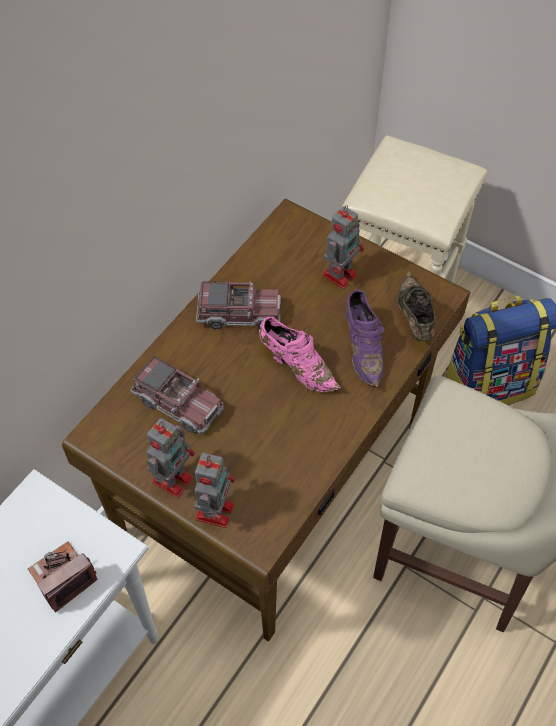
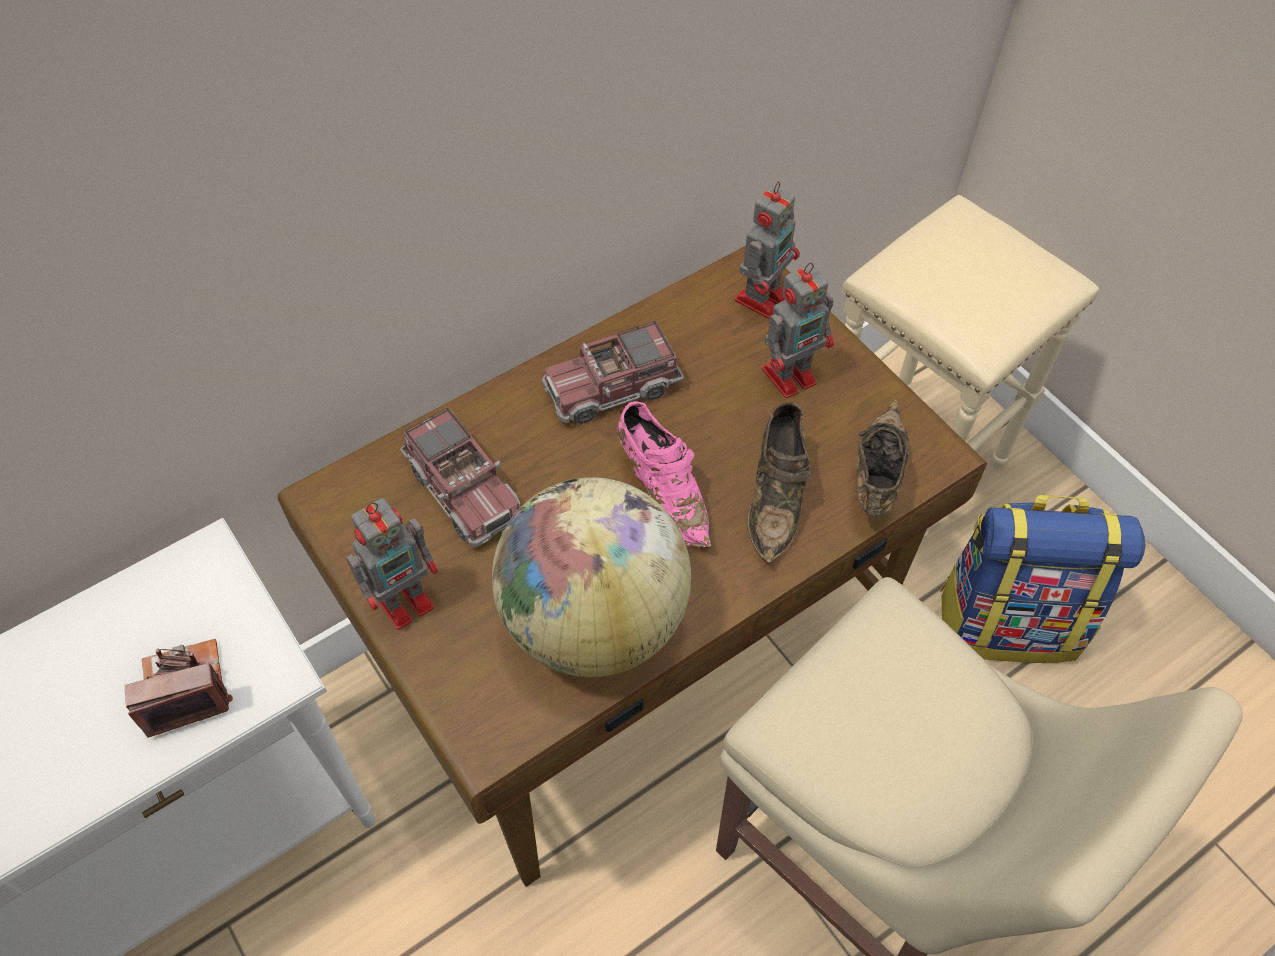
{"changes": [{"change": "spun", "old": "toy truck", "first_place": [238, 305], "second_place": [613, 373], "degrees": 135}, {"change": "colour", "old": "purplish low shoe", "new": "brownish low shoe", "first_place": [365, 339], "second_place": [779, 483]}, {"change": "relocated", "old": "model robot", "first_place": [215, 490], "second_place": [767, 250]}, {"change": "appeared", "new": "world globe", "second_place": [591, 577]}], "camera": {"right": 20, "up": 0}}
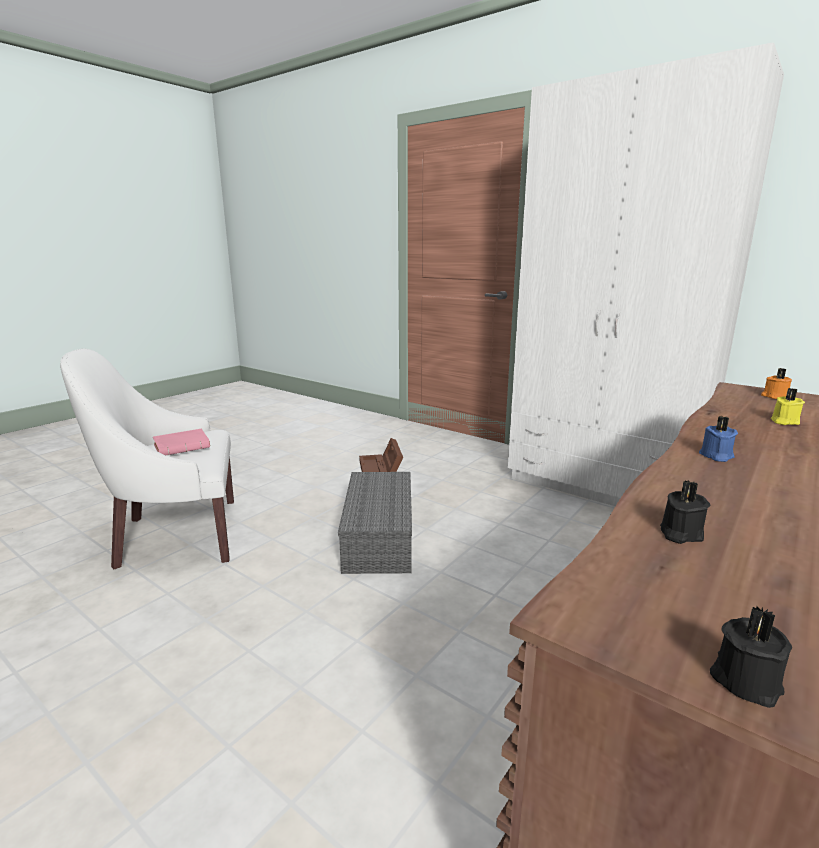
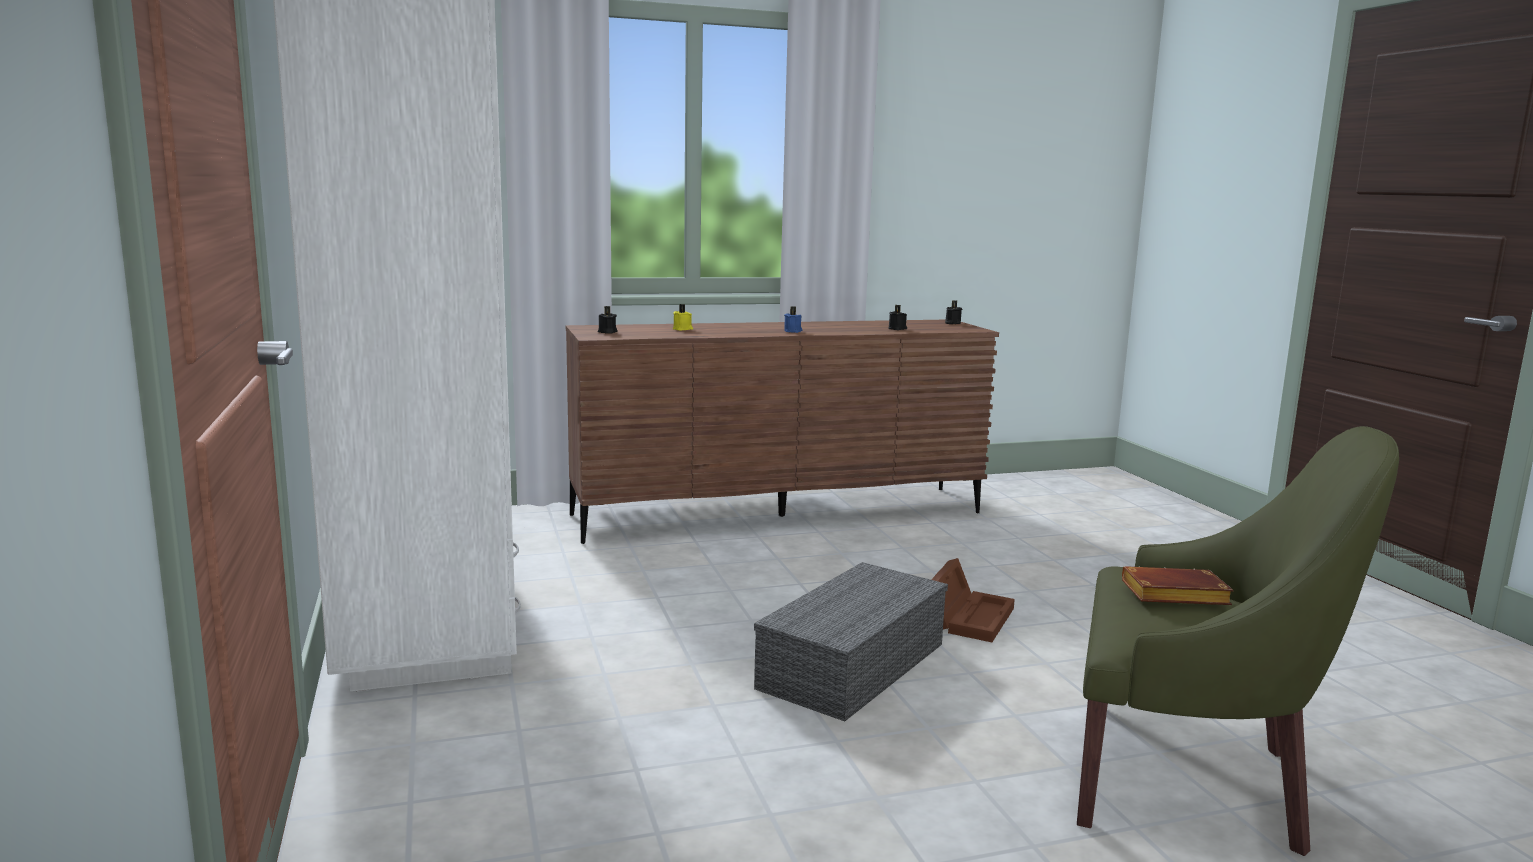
{"changes": [{"change": "colour", "old": "whitish easy chair", "new": "greenish easy chair", "first_place": [147, 458], "second_place": [1238, 641]}, {"change": "colour", "old": "orange wax light", "new": "black wax light", "first_place": [776, 383], "second_place": [608, 320]}, {"change": "colour", "old": "pink-coloured book", "new": "brownish book", "first_place": [181, 442], "second_place": [1178, 585]}, {"change": "relocated", "old": "brownish storage box", "first_place": [381, 455], "second_place": [973, 600]}], "camera": {"right": -145, "up": -5}}
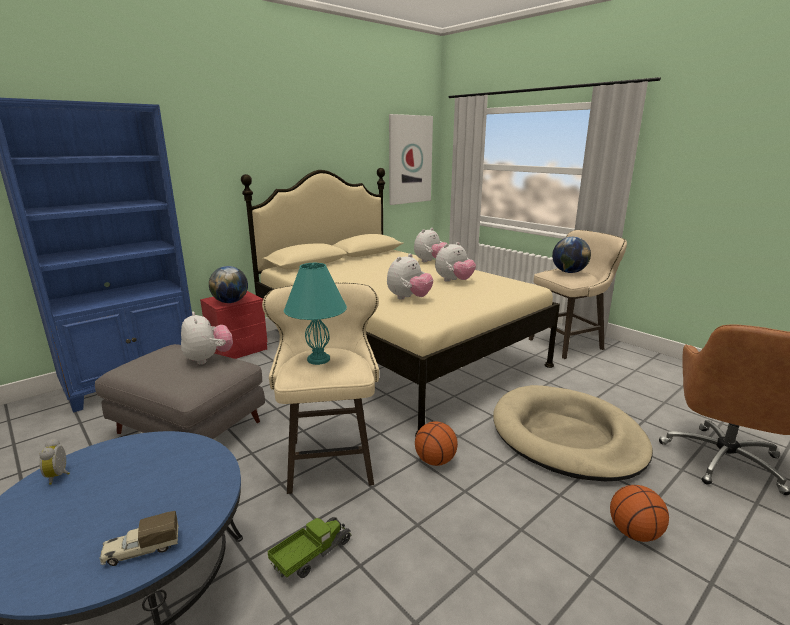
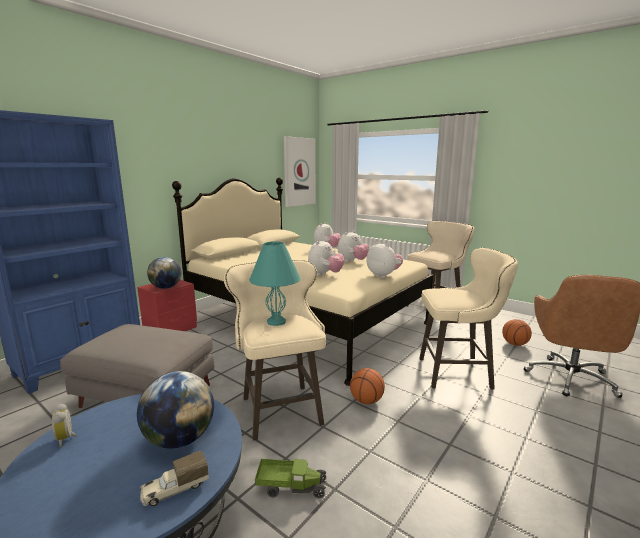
{"changes": [{"change": "relocated", "old": "world globe", "first_place": [571, 255], "second_place": [175, 410]}, {"change": "relocated", "old": "soft toy", "first_place": [207, 337], "second_place": [385, 259]}, {"change": "exchanged", "old": "sand-coloured pet bed", "new": "sand-coloured stool", "first_place": [573, 433], "second_place": [468, 319]}, {"change": "relocated", "old": "basketball ball", "first_place": [639, 513], "second_place": [517, 332]}, {"change": "spun", "old": "toy truck", "first_place": [309, 547], "second_place": [291, 478], "degrees": 60}], "camera": {"right": -10, "up": -5}}
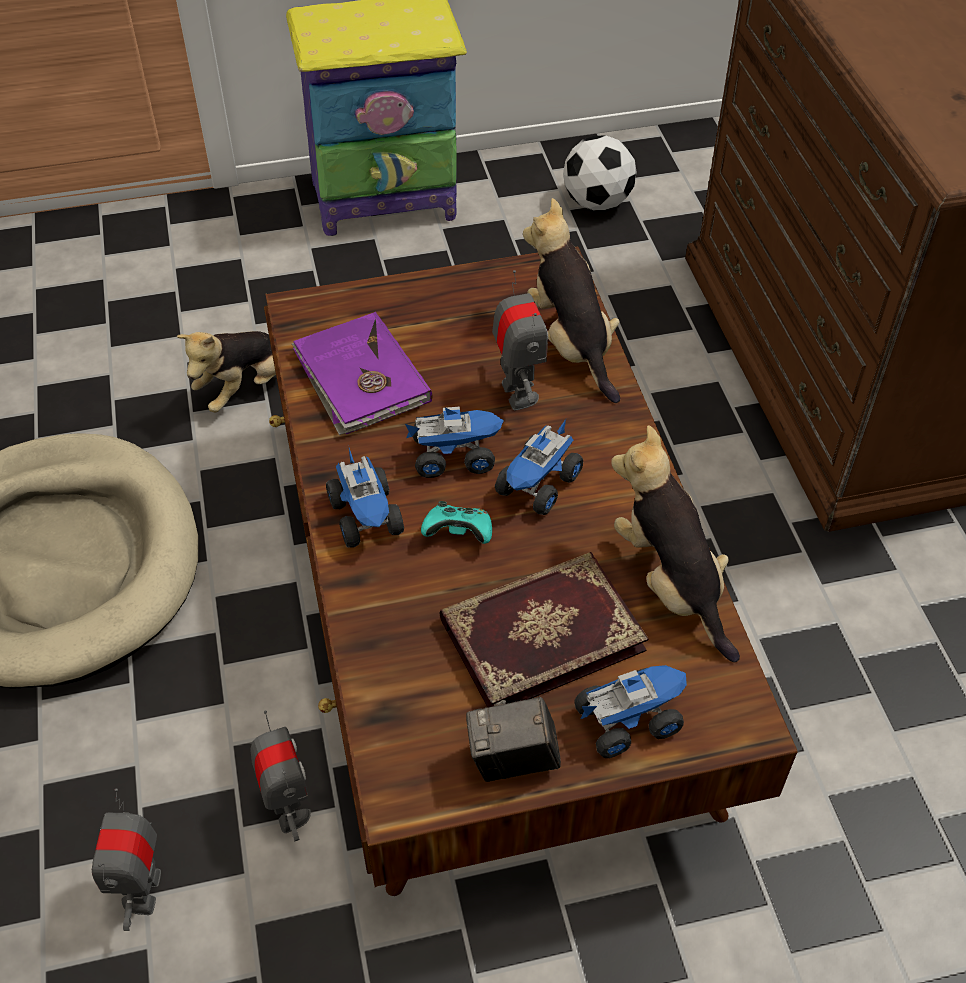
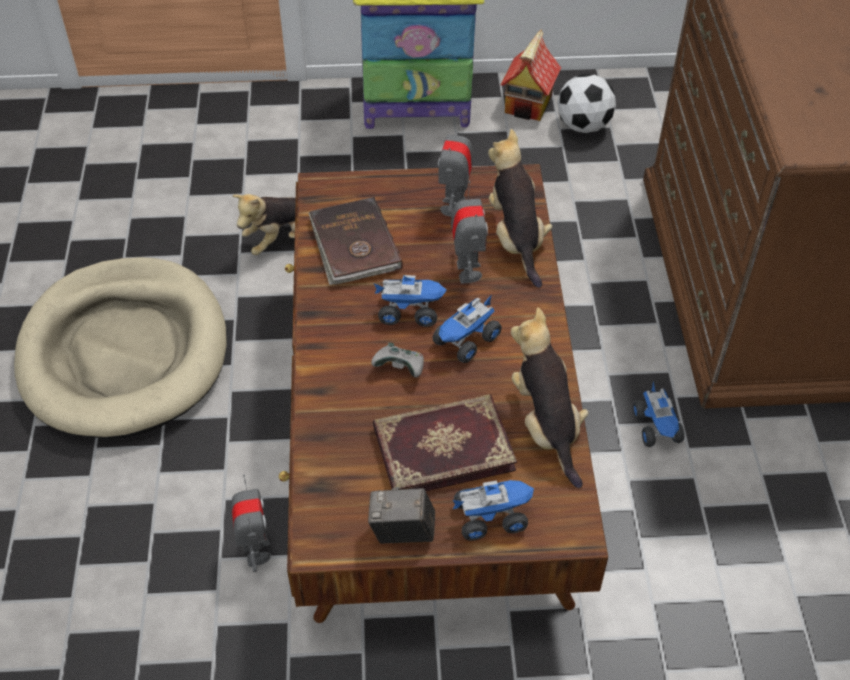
{"changes": [{"change": "colour", "old": "purplish book", "new": "brownish book", "first_place": [362, 373], "second_place": [355, 241]}, {"change": "relocated", "old": "toy truck", "first_place": [365, 498], "second_place": [659, 414]}, {"change": "colour", "old": "blue-green game controller", "new": "greyish game controller", "first_place": [456, 522], "second_place": [397, 360]}, {"change": "relocated", "old": "model robot", "first_place": [126, 859], "second_place": [455, 166]}, {"change": "appeared", "new": "model house", "second_place": [531, 75]}], "camera": {"right": 10, "up": 0}}
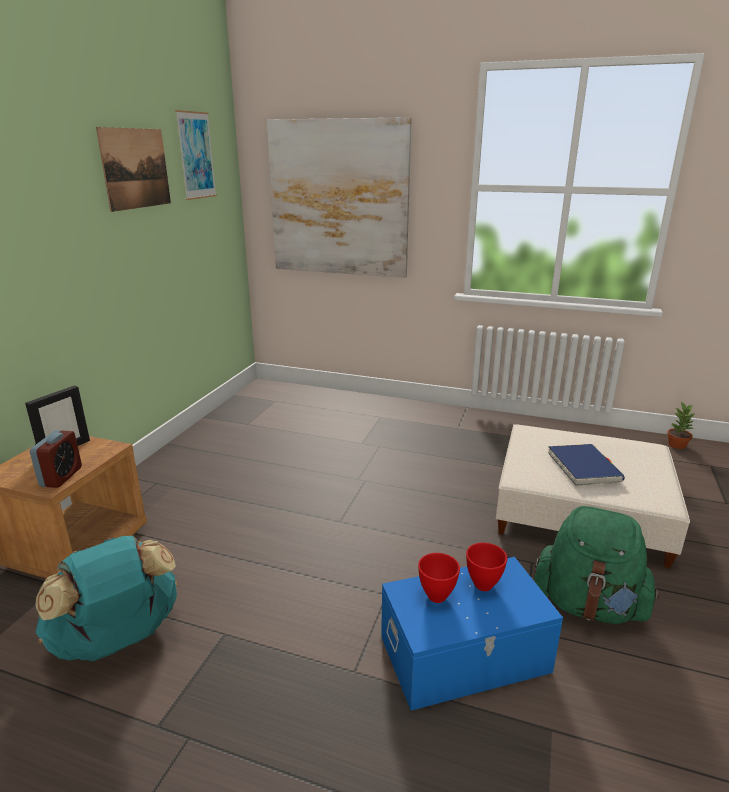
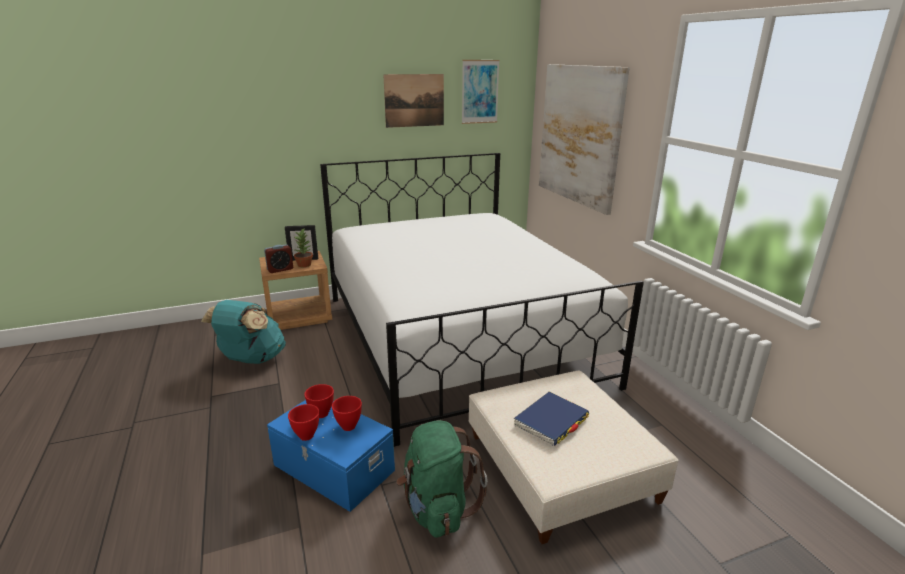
{"changes": [{"change": "relocated", "old": "plant in a pot", "first_place": [681, 425], "second_place": [303, 247]}, {"change": "appeared", "new": "whitish bedroom bed", "second_place": [482, 300]}, {"change": "appeared", "new": "reddish serving bowl", "second_place": [303, 422]}], "camera": {"right": 50, "up": 0}}
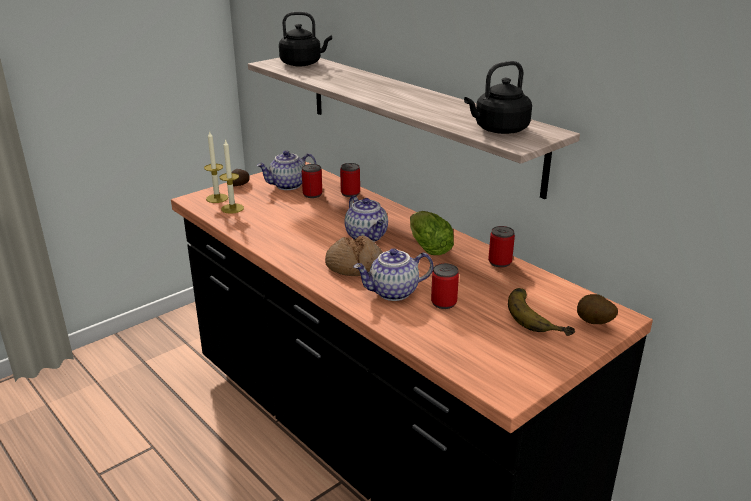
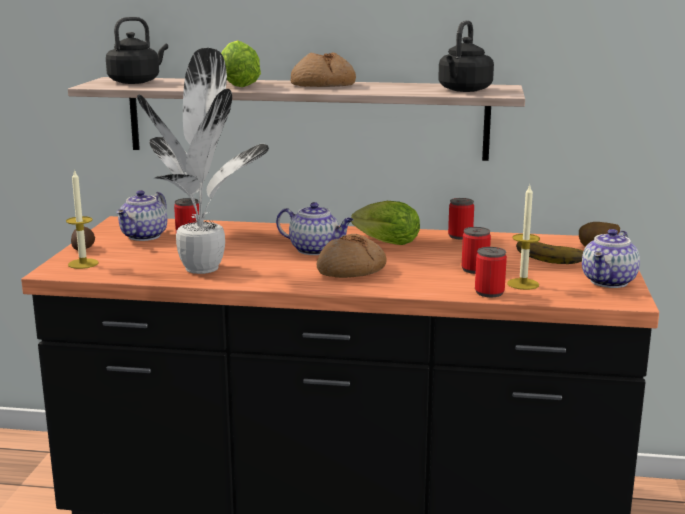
{"changes": [{"change": "relocated", "old": "wax light", "first_place": [231, 176], "second_place": [523, 237]}, {"change": "relocated", "old": "metal can", "first_place": [350, 180], "second_place": [491, 272]}, {"change": "relocated", "old": "tea pot", "first_place": [393, 274], "second_place": [611, 258]}, {"change": "appeared", "new": "head of lettuce", "second_place": [241, 63]}, {"change": "appeared", "new": "plant in a pot", "second_place": [203, 161]}, {"change": "appeared", "new": "bread", "second_place": [323, 69]}], "camera": {"right": -40, "up": -10}}
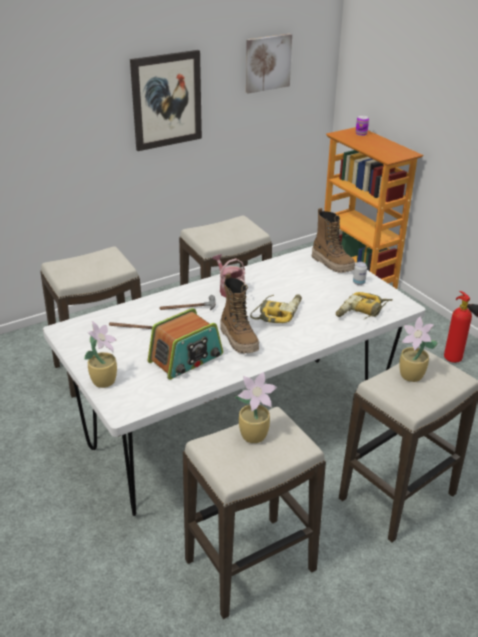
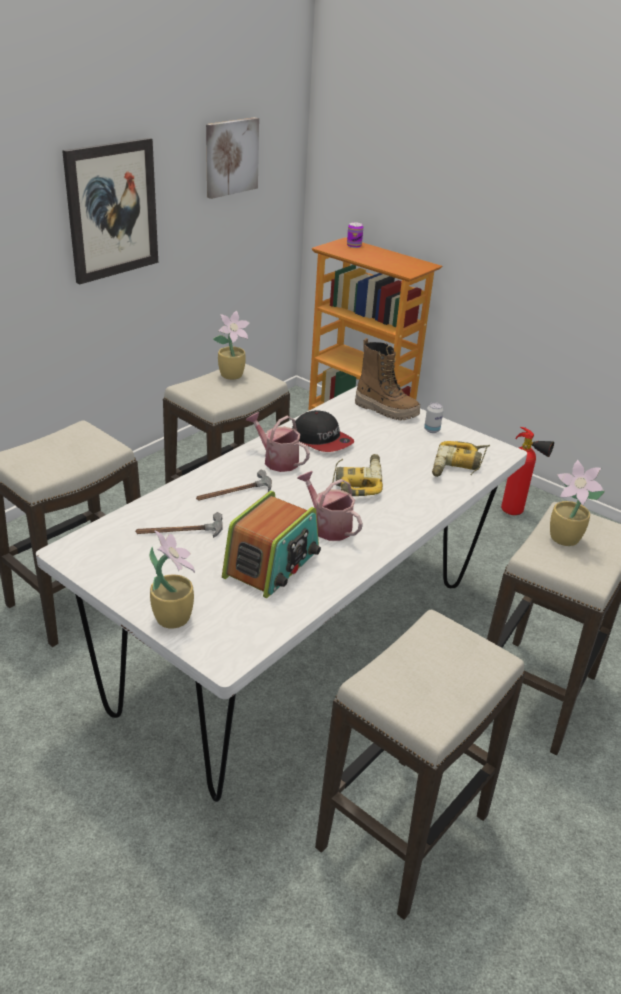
{"changes": [{"change": "exchanged", "old": "tall boot", "new": "watering can", "first_place": [239, 313], "second_place": [330, 506]}, {"change": "relocated", "old": "plant in a pot", "first_place": [256, 407], "second_place": [231, 345]}, {"change": "appeared", "new": "baseball cap", "second_place": [323, 431]}], "camera": {"right": -20, "up": 0}}
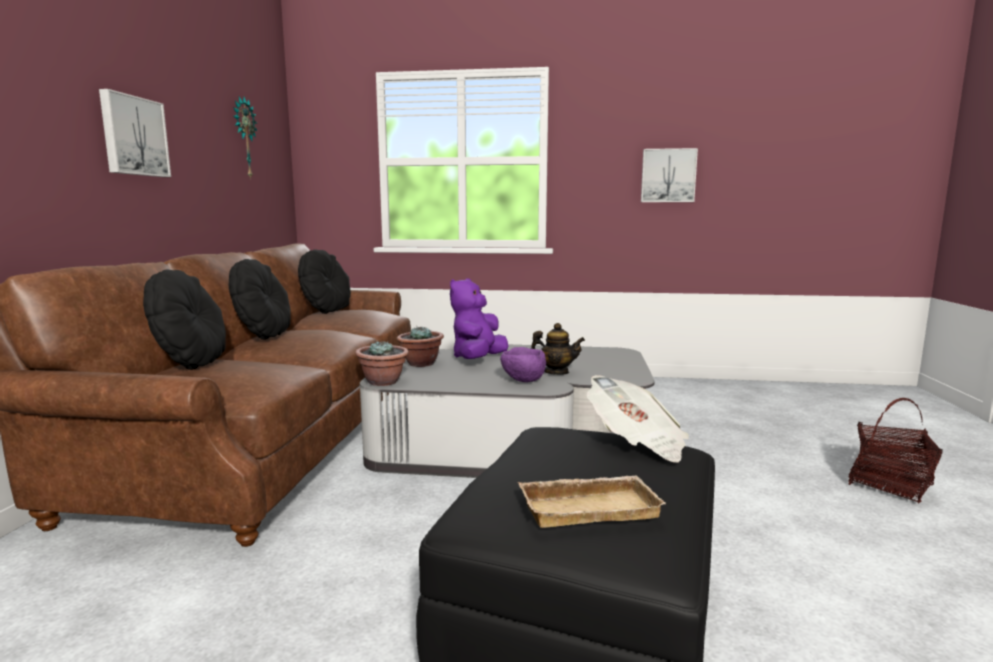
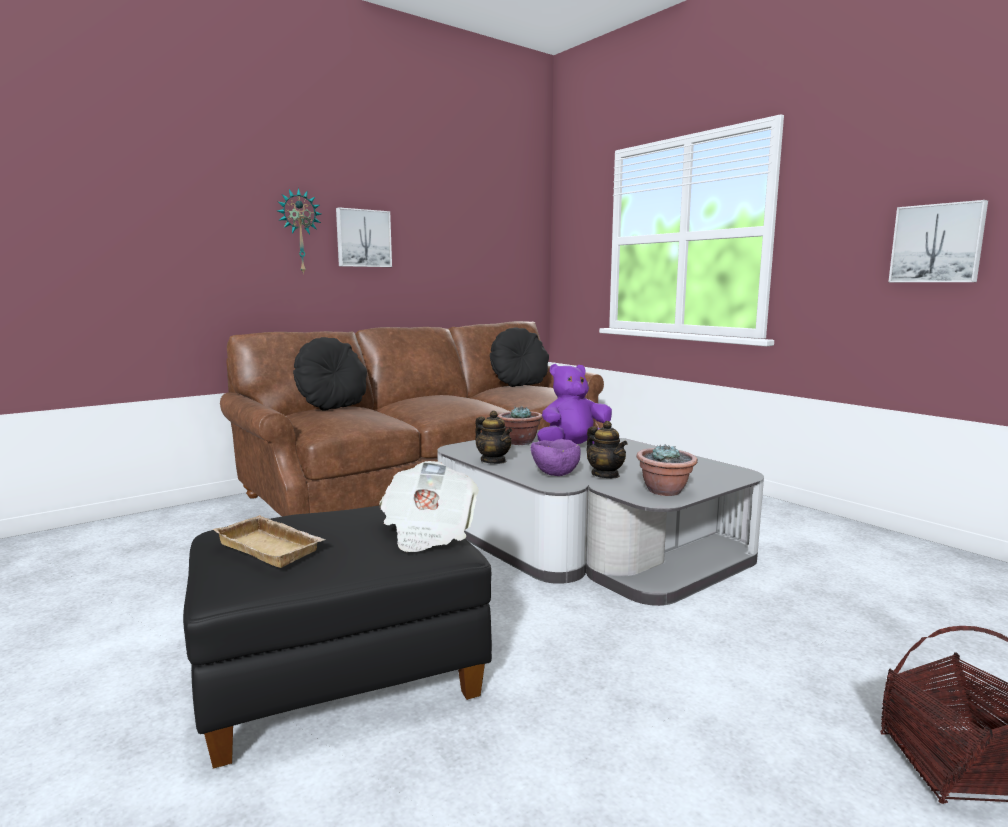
{"changes": [{"change": "relocated", "old": "wall clock", "first_place": [245, 138], "second_place": [299, 231]}, {"change": "missing", "old": "black pillow", "first_place": [260, 299]}, {"change": "relocated", "old": "plant in a pot", "first_place": [382, 363], "second_place": [667, 470]}, {"change": "appeared", "new": "tea pot", "second_place": [493, 437]}], "camera": {"right": 45, "up": 0}}
